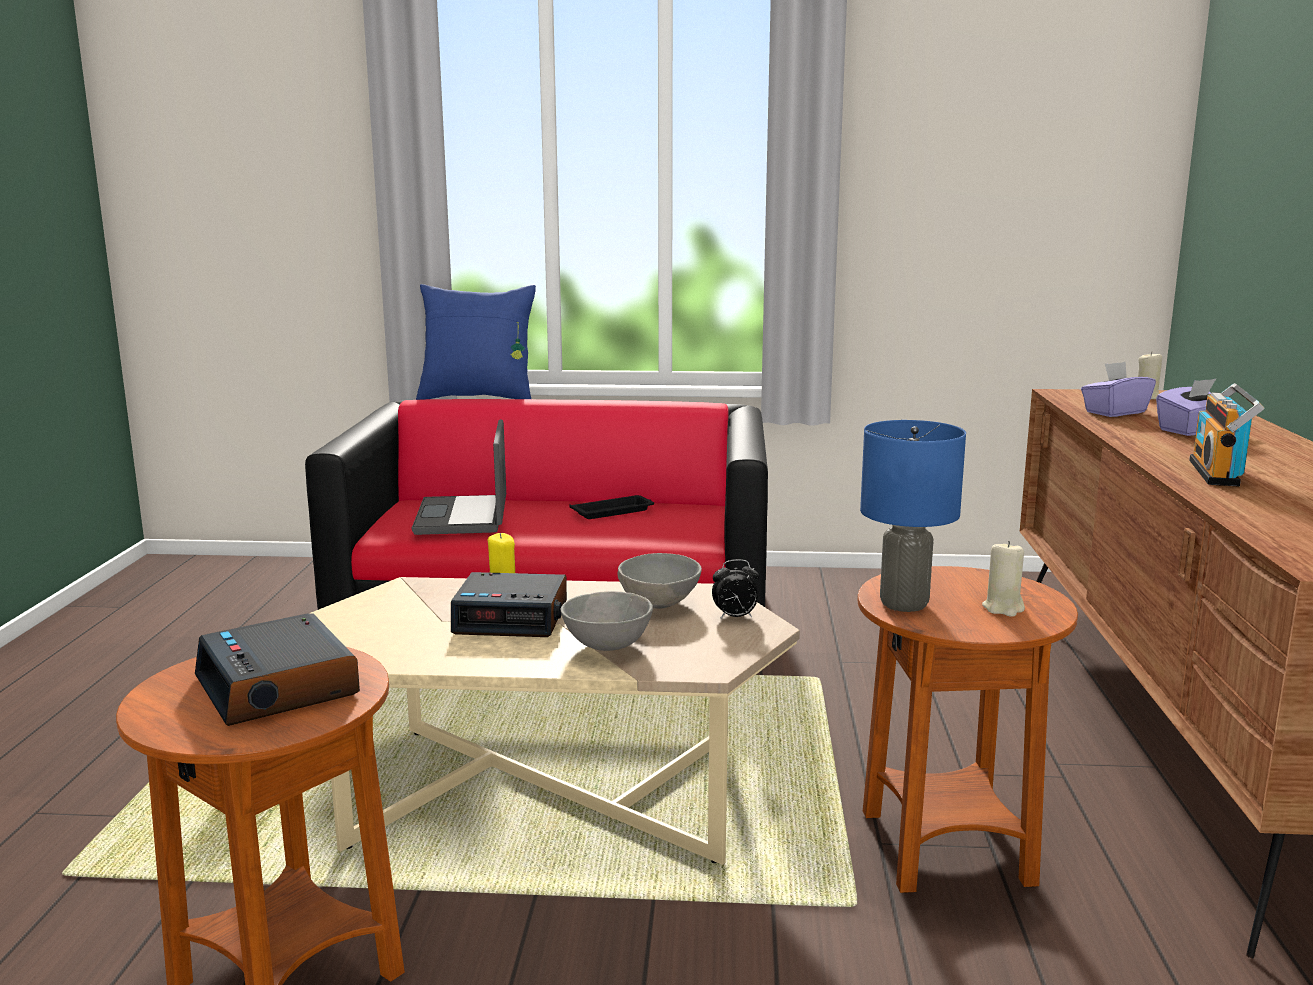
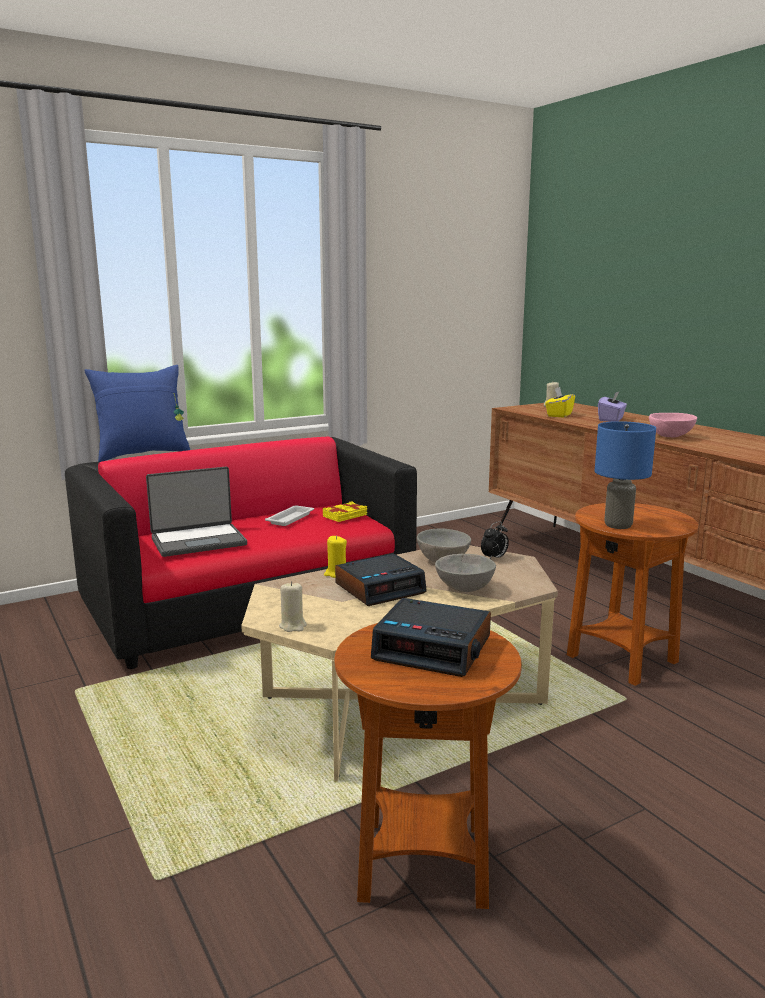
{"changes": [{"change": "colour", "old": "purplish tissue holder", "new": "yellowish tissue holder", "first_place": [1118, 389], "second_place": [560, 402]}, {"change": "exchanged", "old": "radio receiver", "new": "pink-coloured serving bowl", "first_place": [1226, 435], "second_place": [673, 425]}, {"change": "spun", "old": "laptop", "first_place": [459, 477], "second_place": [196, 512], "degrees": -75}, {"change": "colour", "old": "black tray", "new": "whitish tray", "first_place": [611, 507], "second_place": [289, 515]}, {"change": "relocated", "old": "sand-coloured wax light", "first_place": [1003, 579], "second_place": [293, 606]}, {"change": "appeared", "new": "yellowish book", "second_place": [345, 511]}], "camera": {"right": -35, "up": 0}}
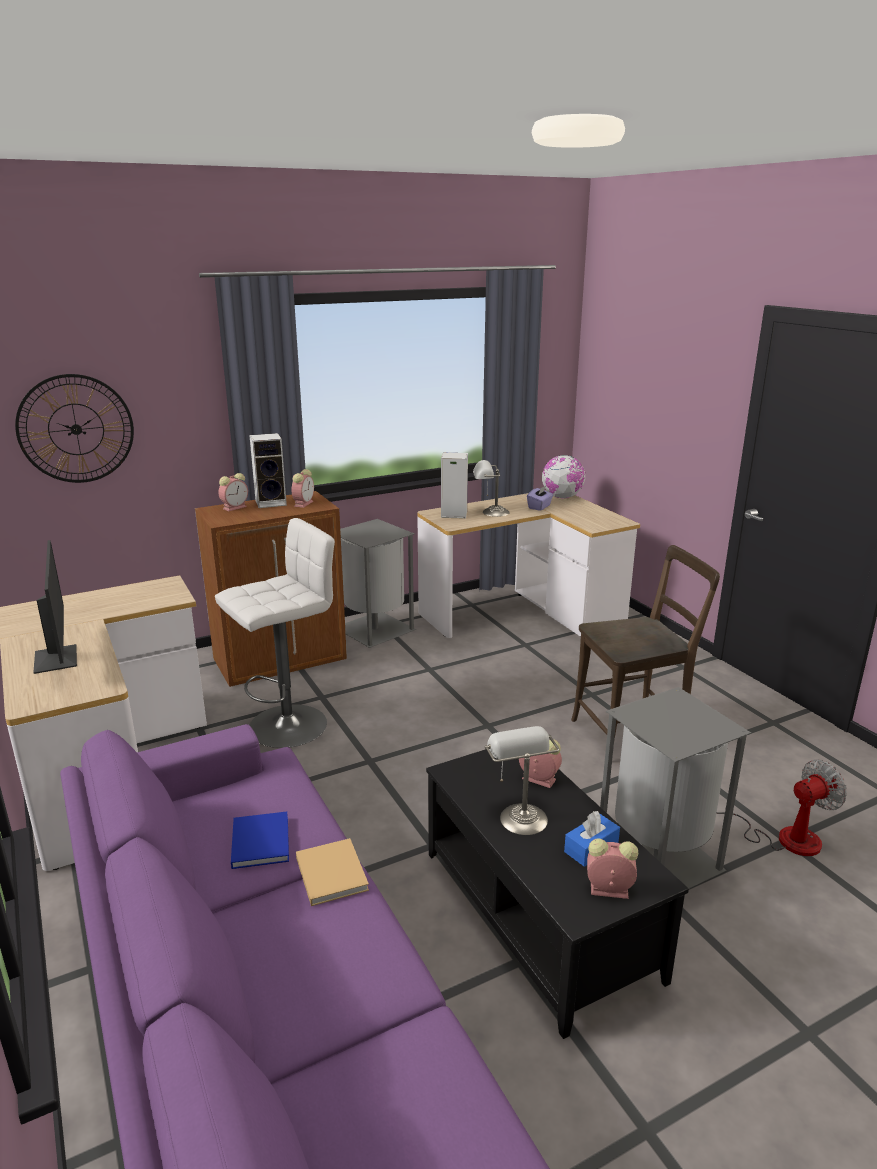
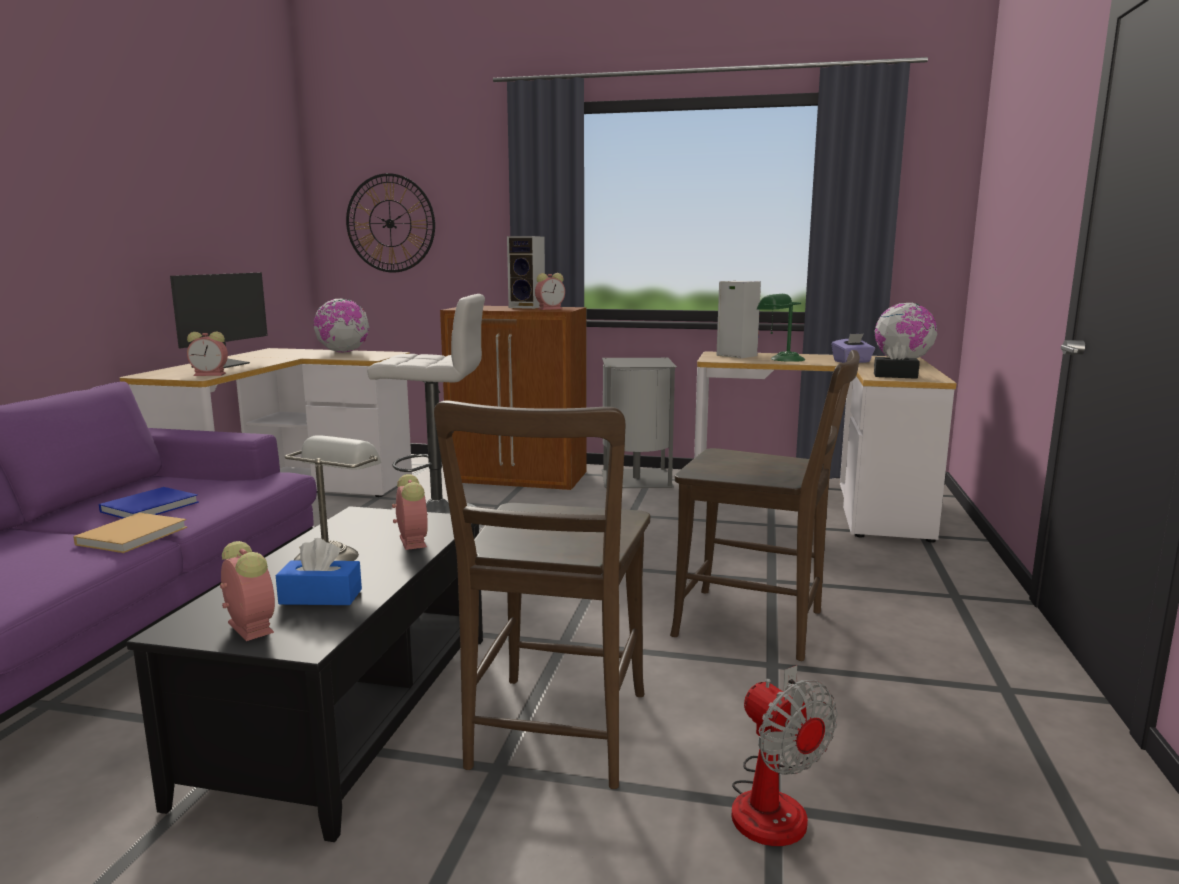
{"changes": [{"change": "colour", "old": "whitish lamp for a table", "new": "greenish lamp for a table", "first_place": [491, 488], "second_place": [781, 328]}, {"change": "relocated", "old": "bedside clock", "first_place": [233, 492], "second_place": [207, 353]}, {"change": "exchanged", "old": "greyish rubbish bin", "new": "brownish plain chair", "first_place": [675, 788], "second_place": [542, 595]}, {"change": "spun", "old": "electric fan", "first_place": [781, 808], "second_place": [784, 755], "degrees": 45}, {"change": "appeared", "new": "world globe", "second_place": [341, 325]}, {"change": "appeared", "new": "black tissue holder", "second_place": [897, 360]}], "camera": {"right": 40, "up": -10}}
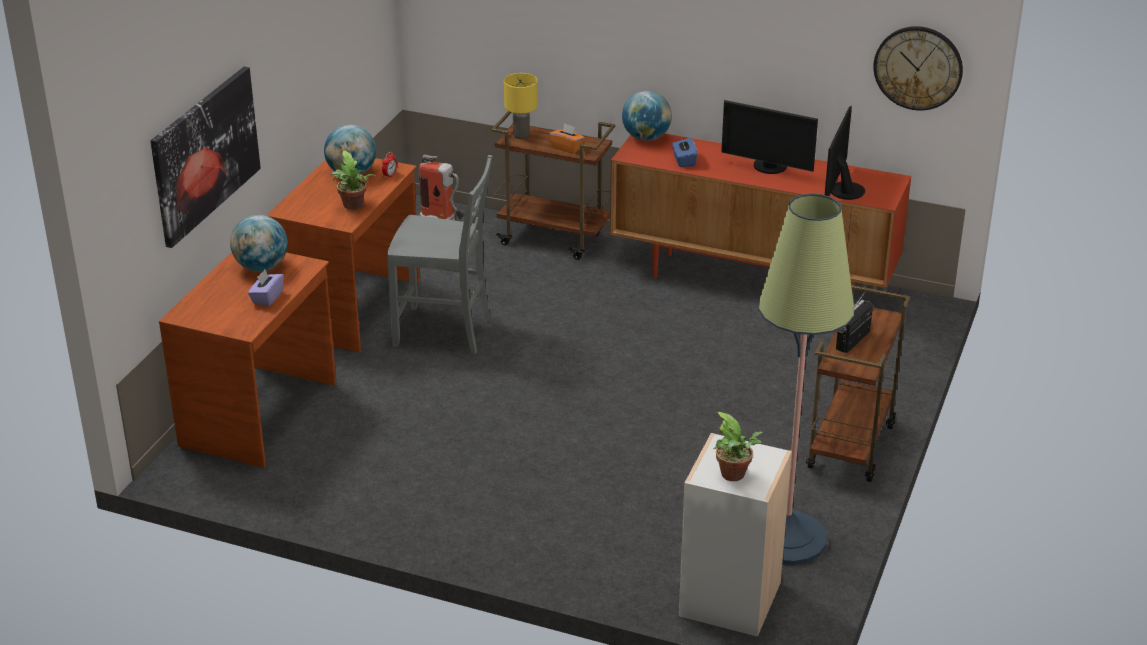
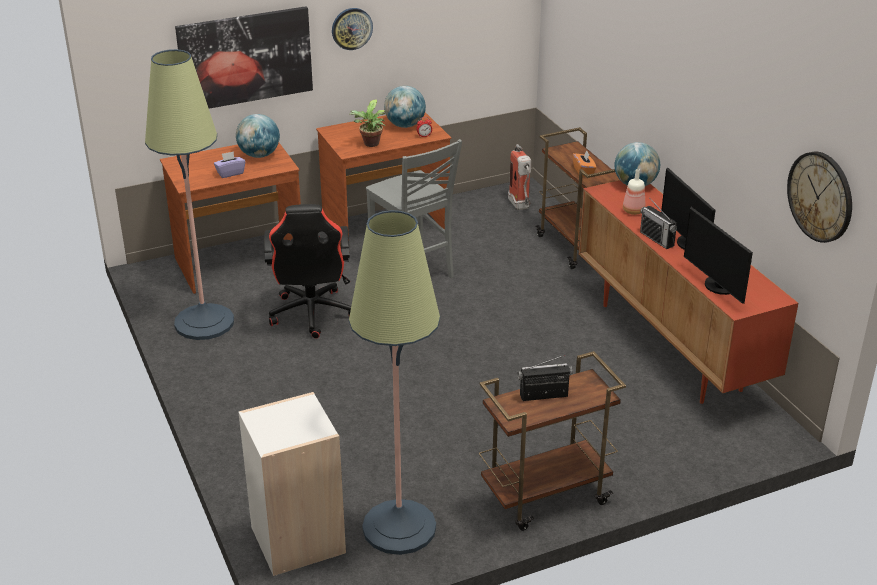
{"changes": [{"change": "missing", "old": "yellowish lamp for a table", "first_place": [521, 106]}, {"change": "spun", "old": "monitor", "first_place": [845, 153], "second_place": [718, 255], "degrees": -90}, {"change": "exchanged", "old": "bluish tissue holder", "new": "beverage bottle", "first_place": [685, 152], "second_place": [634, 192]}, {"change": "missing", "old": "plant in a pot", "first_place": [738, 446]}, {"change": "appeared", "new": "wall clock", "second_place": [352, 29]}, {"change": "appeared", "new": "floor lamp", "second_place": [189, 194]}, {"change": "appeared", "new": "radio receiver", "second_place": [658, 223]}, {"change": "appeared", "new": "black desk chair", "second_place": [307, 271]}], "camera": {"right": 45, "up": 0}}
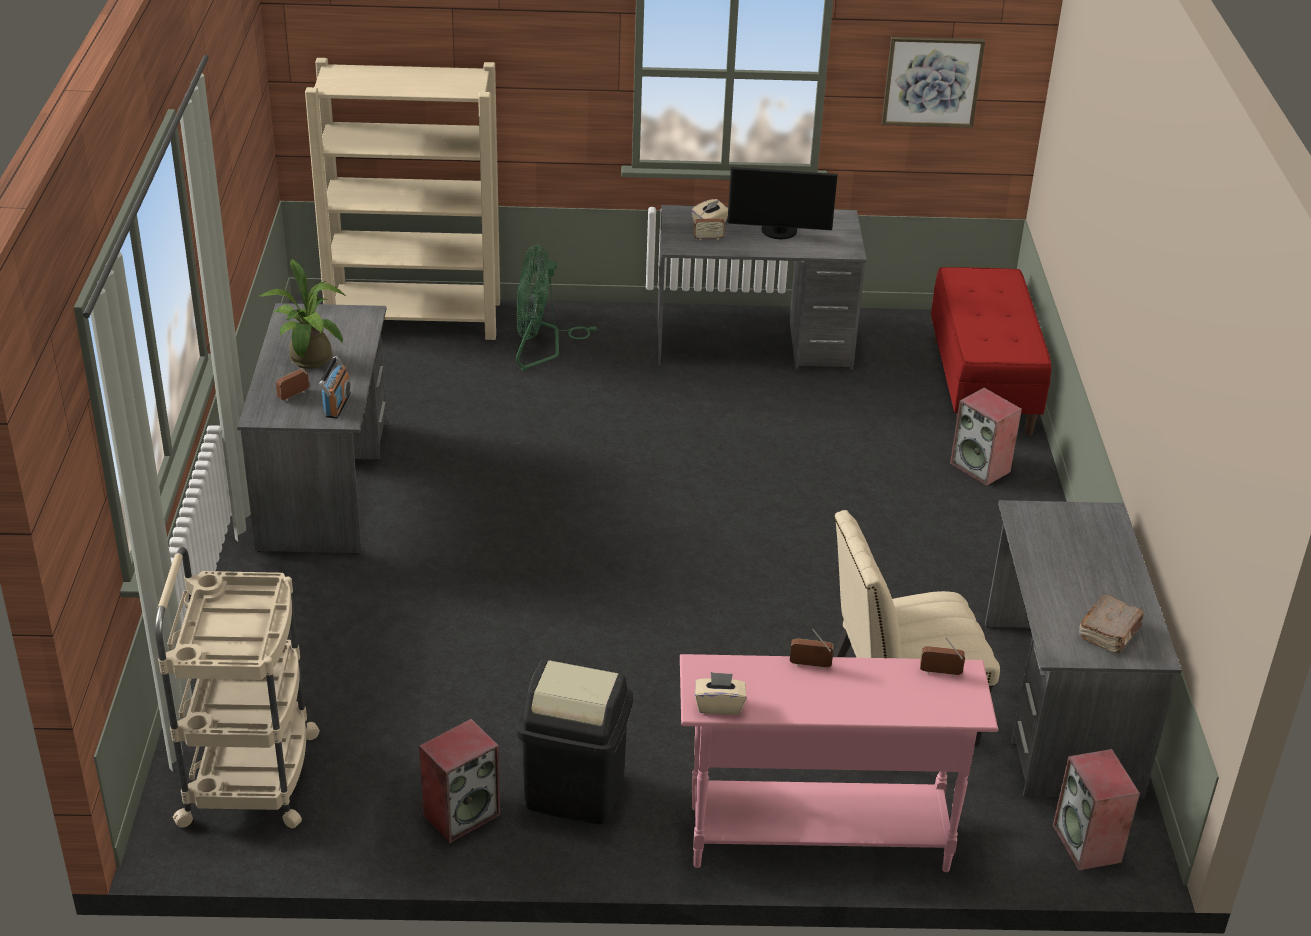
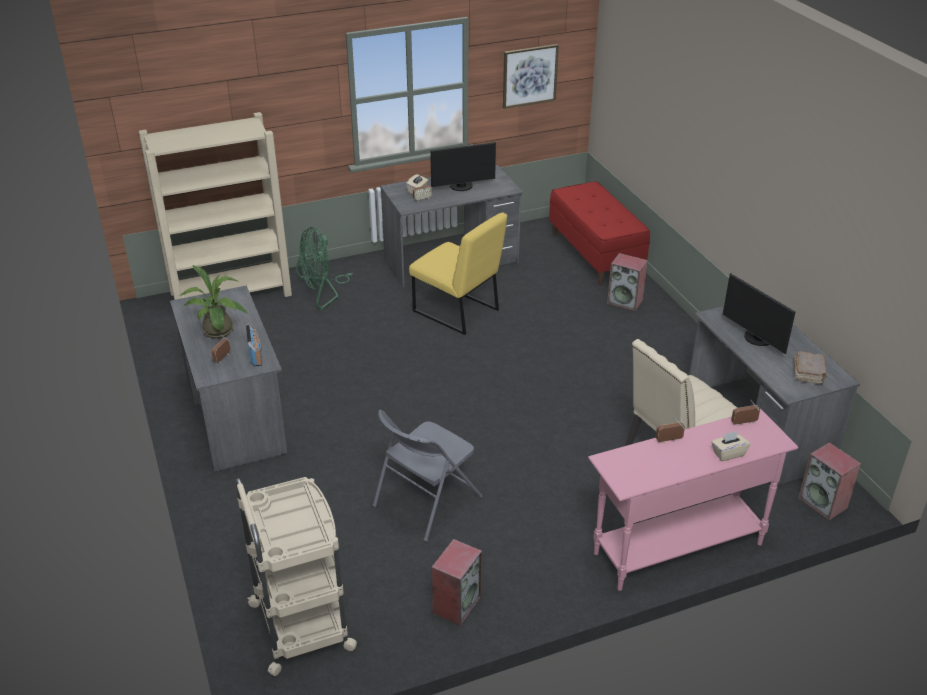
{"changes": [{"change": "missing", "old": "black rubbish bin", "first_place": [575, 741]}, {"change": "relocated", "old": "sand-coloured tissue holder", "first_place": [721, 693], "second_place": [730, 446]}, {"change": "appeared", "new": "yellowish plain chair", "second_place": [458, 273]}, {"change": "appeared", "new": "monitor", "second_place": [759, 313]}, {"change": "appeared", "new": "greyish plain chair", "second_place": [427, 476]}], "camera": {"right": -20, "up": 0}}
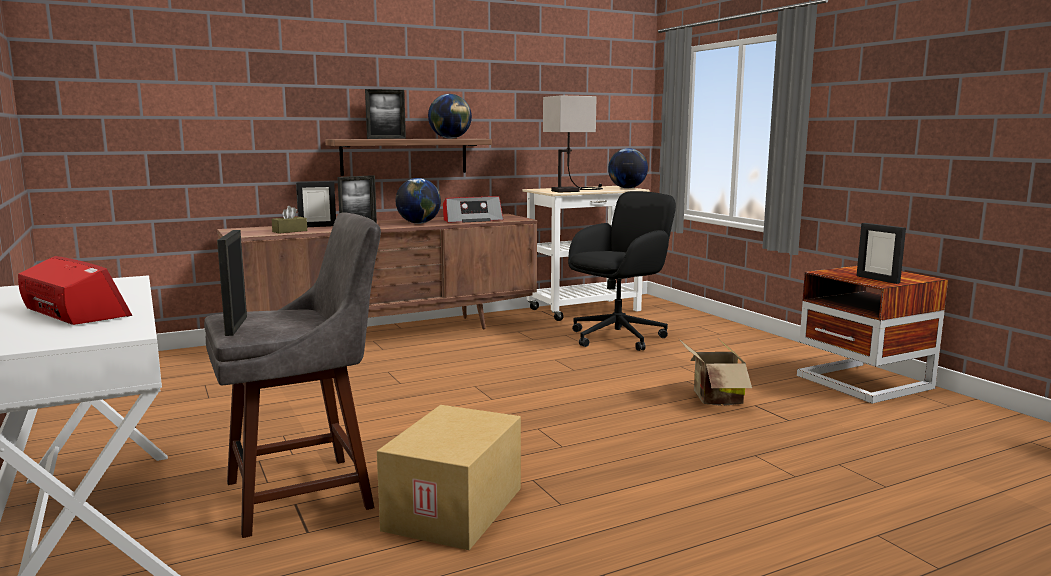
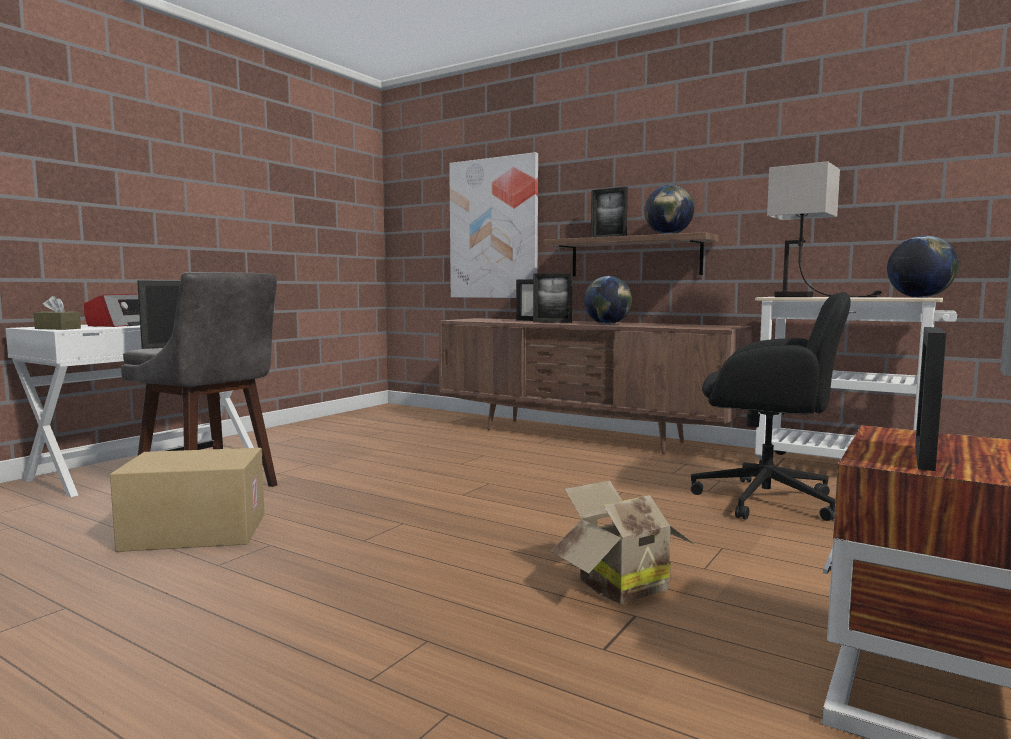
{"changes": [{"change": "missing", "old": "radio receiver", "first_place": [473, 209]}, {"change": "relocated", "old": "brownish tissue holder", "first_place": [289, 219], "second_place": [57, 313]}, {"change": "appeared", "new": "wall art", "second_place": [493, 225]}], "camera": {"right": 60, "up": -5}}
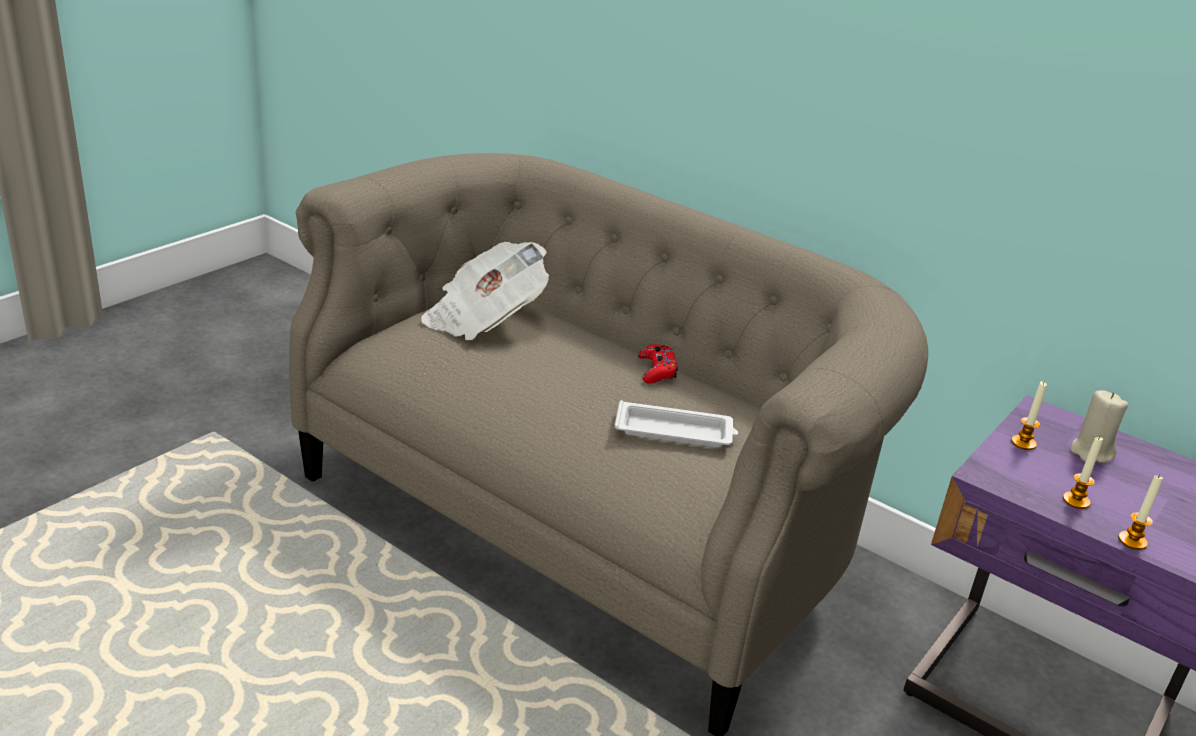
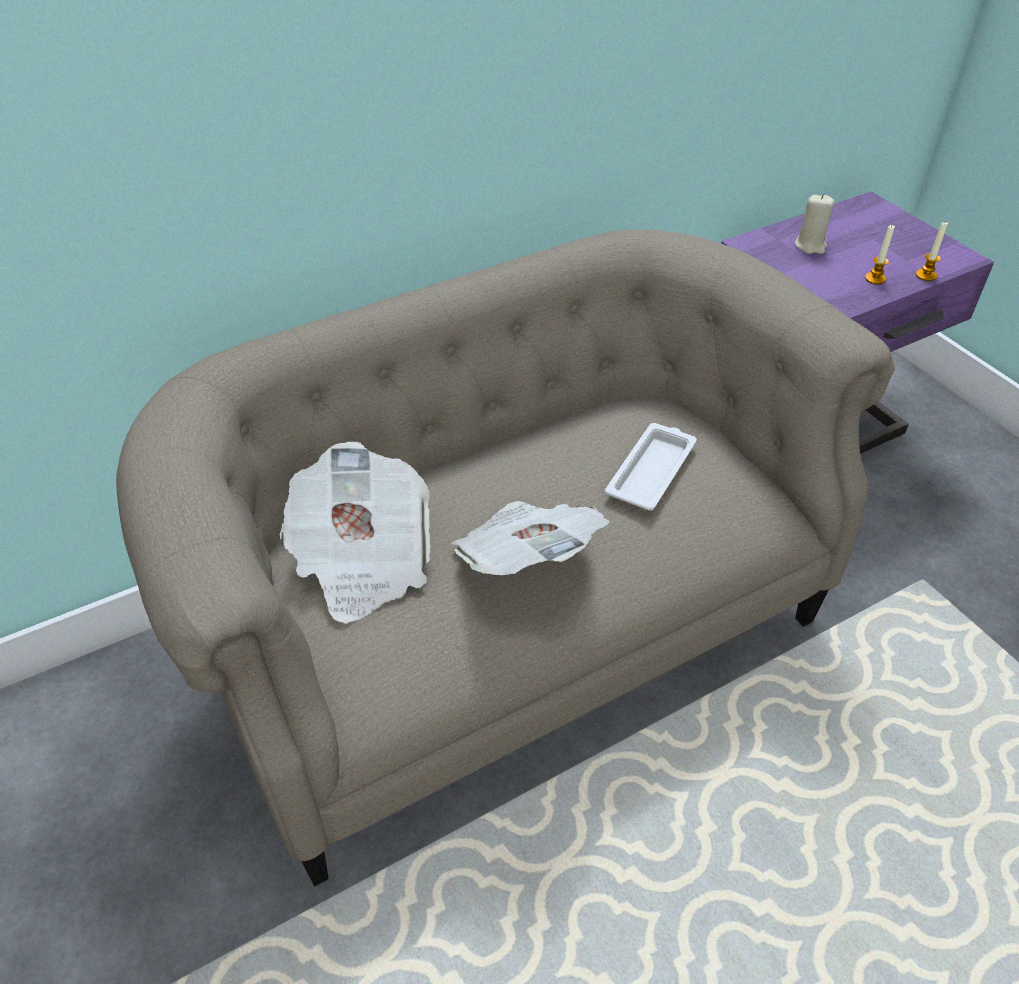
{"changes": [{"change": "missing", "old": "reddish game controller", "first_place": [658, 364]}, {"change": "missing", "old": "wax light", "first_place": [1029, 415]}, {"change": "appeared", "new": "daily paper", "second_place": [530, 538]}], "camera": {"right": -65, "up": 15}}
